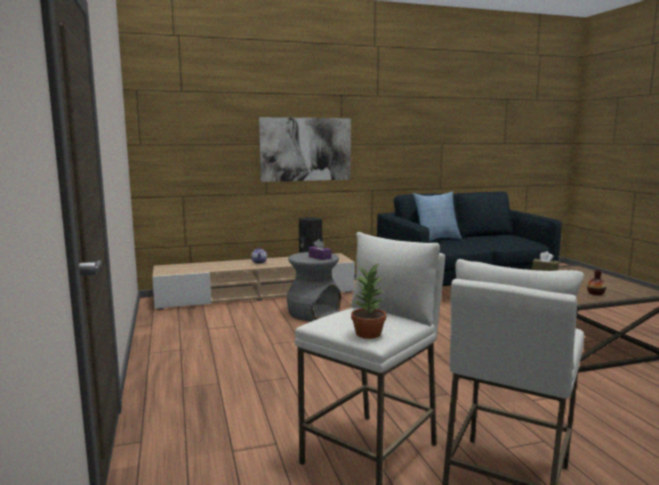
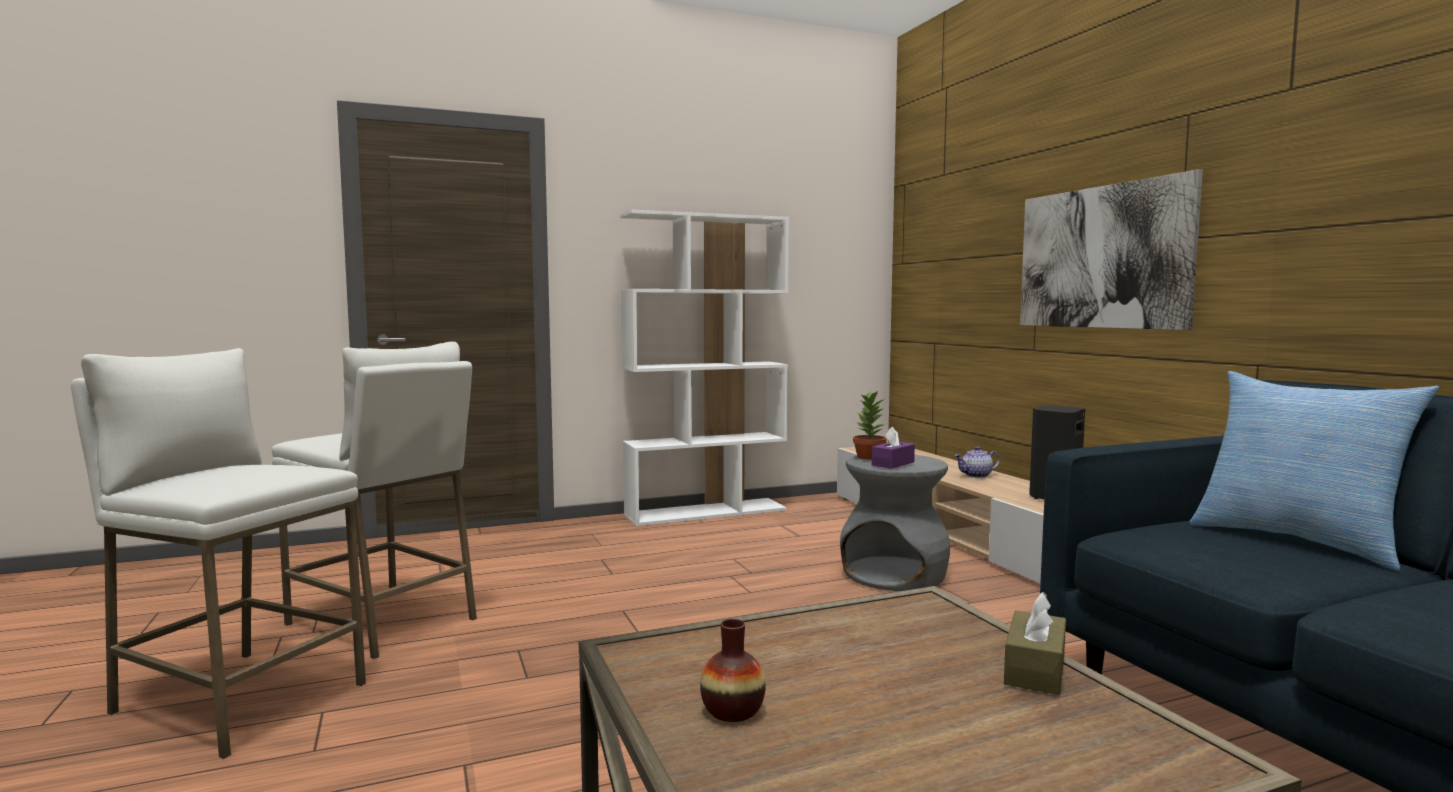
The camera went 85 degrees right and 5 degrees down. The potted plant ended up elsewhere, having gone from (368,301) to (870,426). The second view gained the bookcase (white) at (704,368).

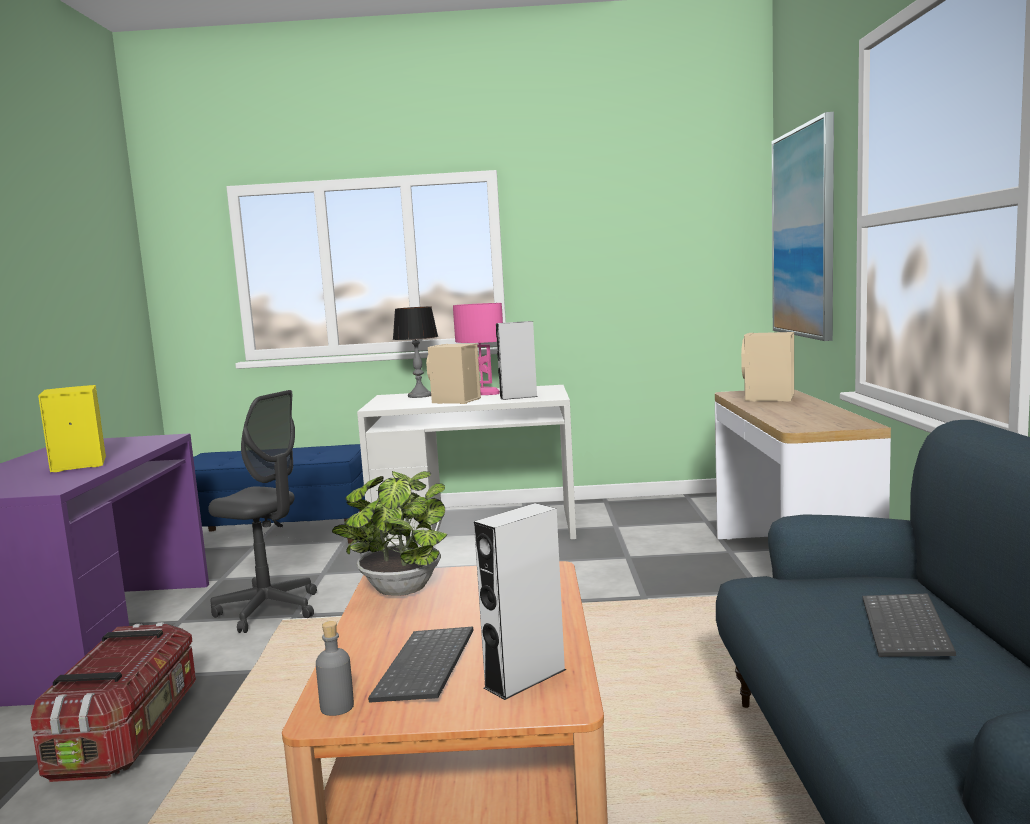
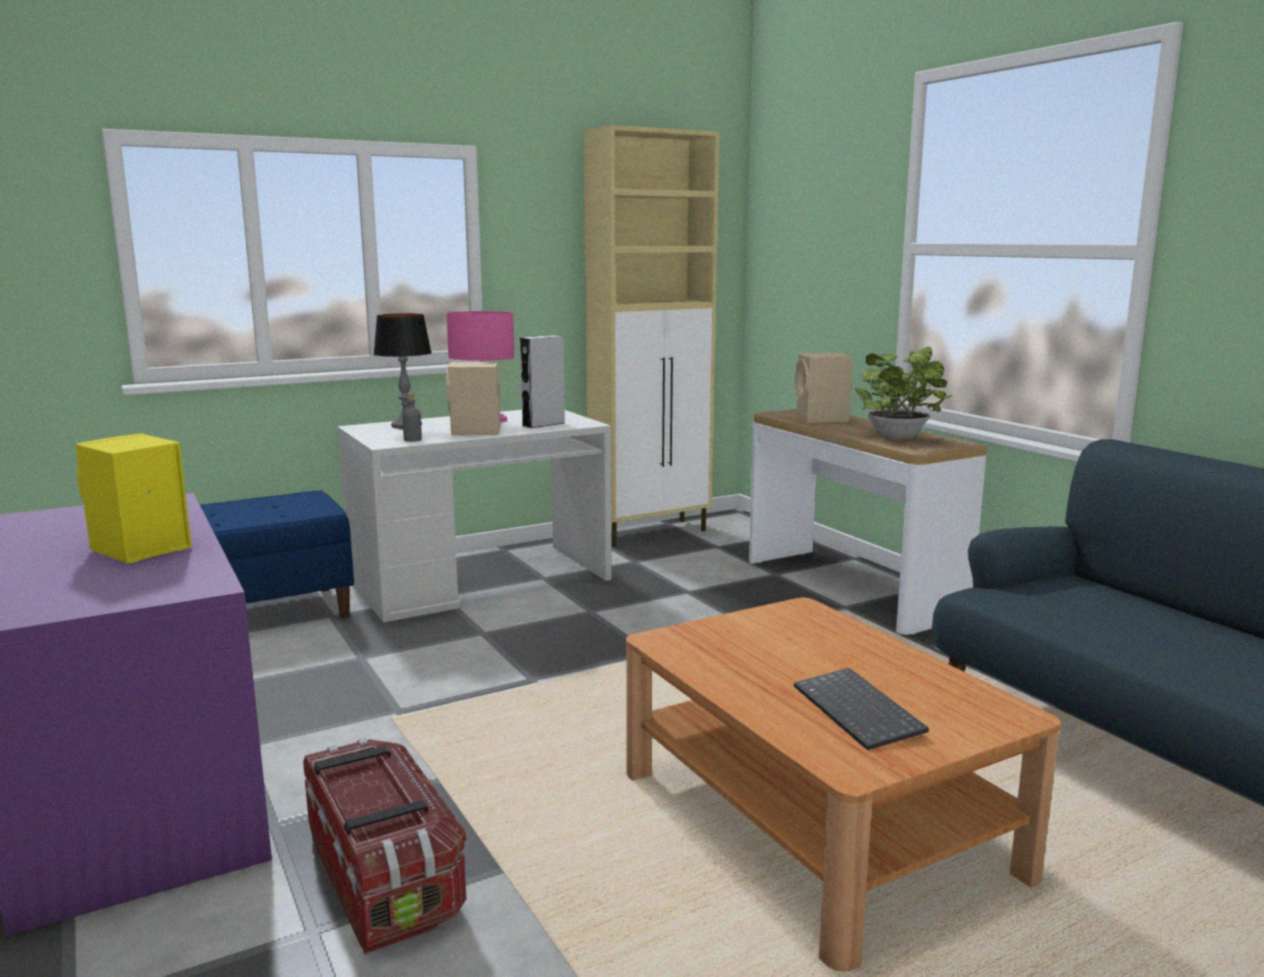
The camera went 30 degrees left and 5 degrees up. The second view lost the office chair (grey) at (262,511). The bottle (grey) ended up elsewhere, having gone from (335,668) to (412,417). The potted plant ended up elsewhere, having gone from (389,533) to (904,393). The second view lost the speaker (grey) at (520,601). The second view lost the picture at (803,226). The second view lost the keyboard at (909,625). The second view gained the cabinet (beige) at (651,336).

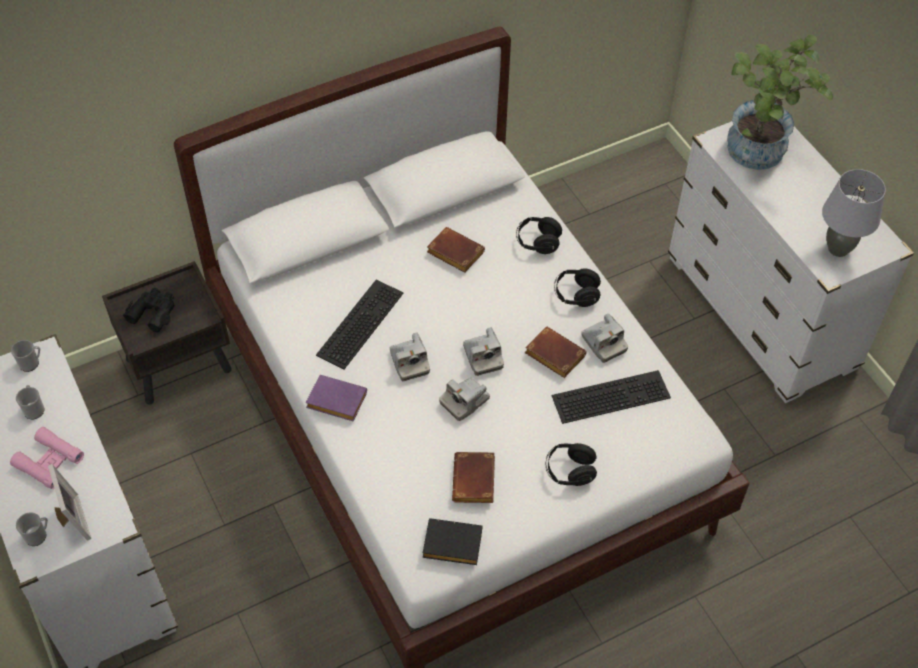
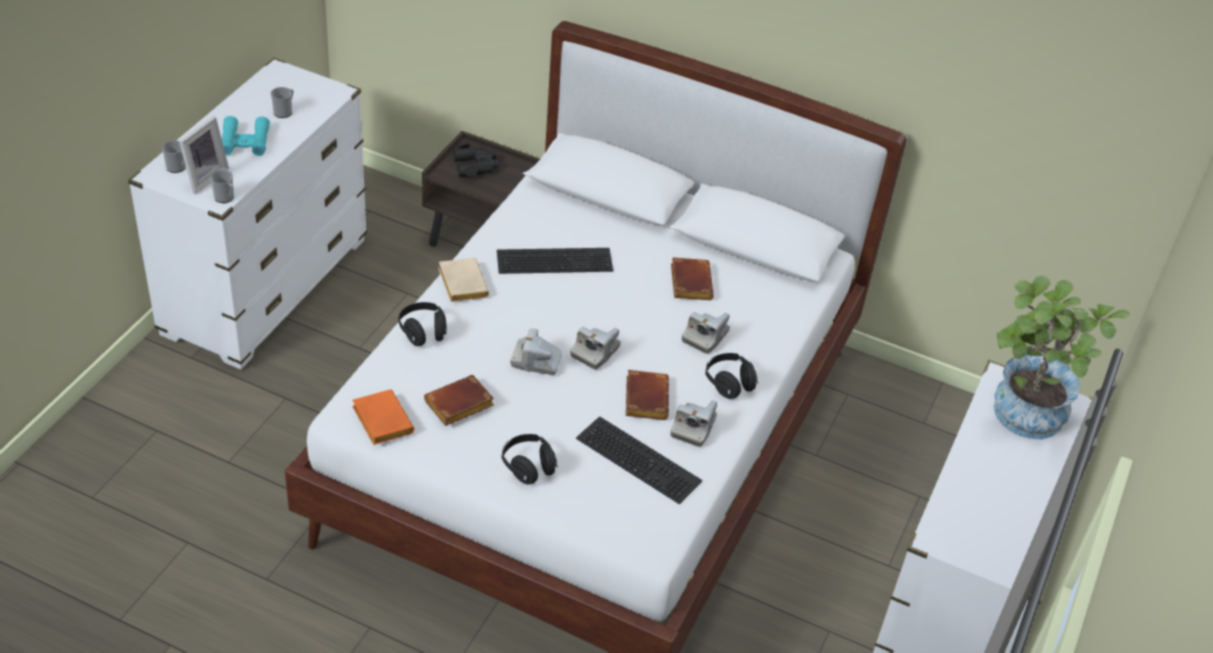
The camera went 50 degrees right and 10 degrees down. What was the binoculars (pink) at (47,458) turned into the binoculars (turquoise) at (246,136). The mug ended up elsewhere, having gone from (25,356) to (222,186). What was the book (purple) at (336,398) turned into the book (beige) at (464,280). The photo camera ended up elsewhere, having gone from (410,356) to (706,333). What was the book (black) at (453,541) turned into the book (orange) at (383,417). The headphones (black) ended up elsewhere, having gone from (539,235) to (422,324). The second view lost the table lamp (grey) at (854,213).

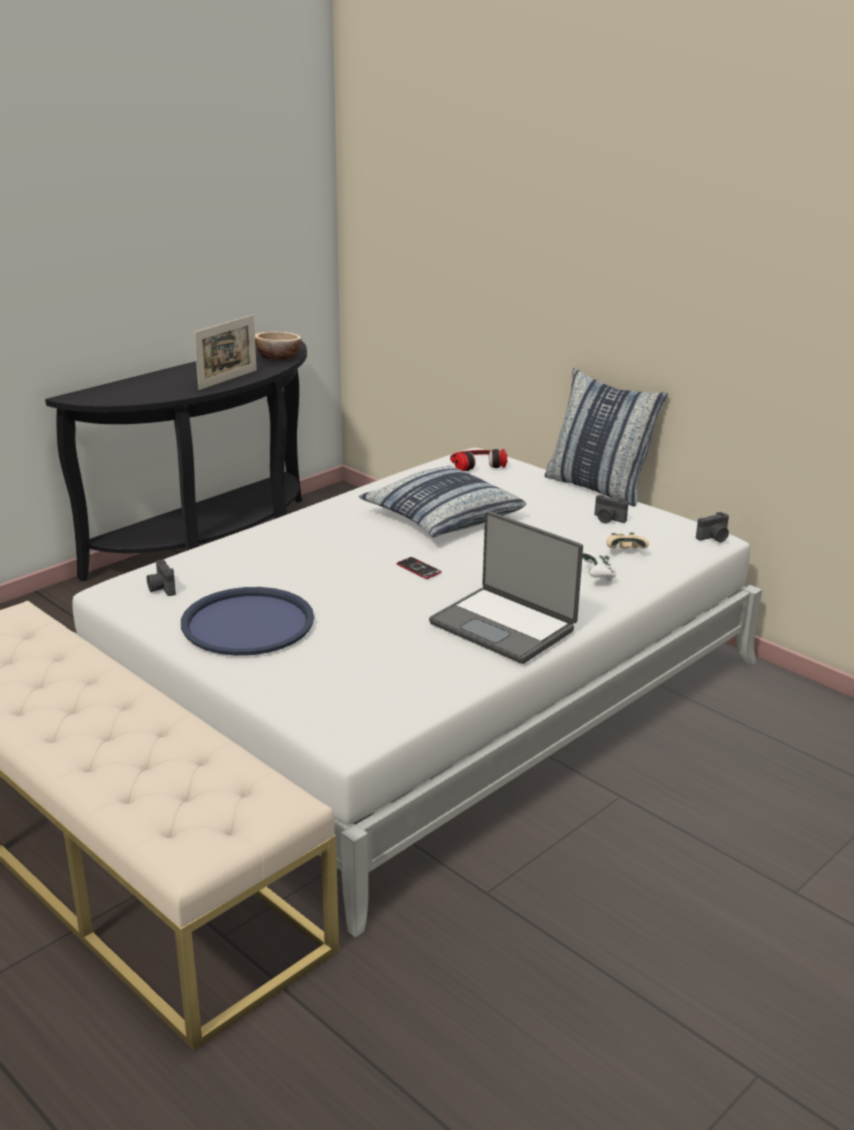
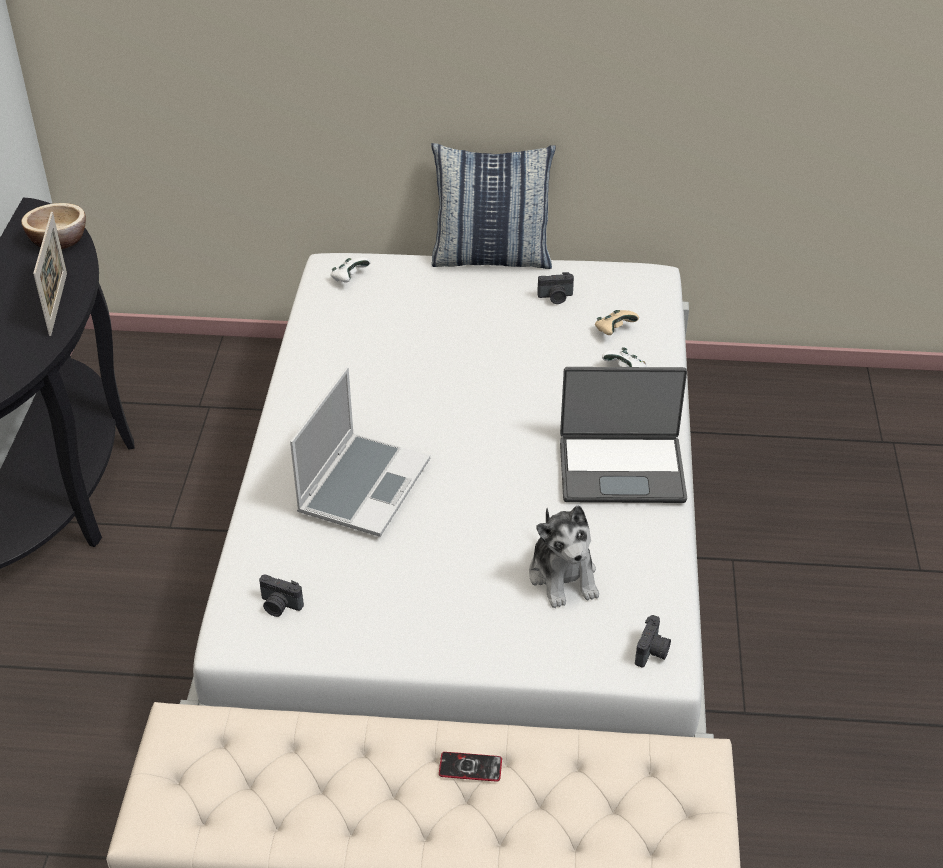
The camera went 40 degrees left and 15 degrees up. The second view lost the tray (blue) at (247,621). The second view lost the pillow at (442,501). The phone ended up elsewhere, having gone from (419,568) to (470,767). Where the headphones stood at (478,460), the game controller (white) came to stand at (350,270). The photo camera ended up elsewhere, having gone from (712,527) to (653,641). The second view gained the laptop at (360,452). The second view gained the plush toy at (564,556).

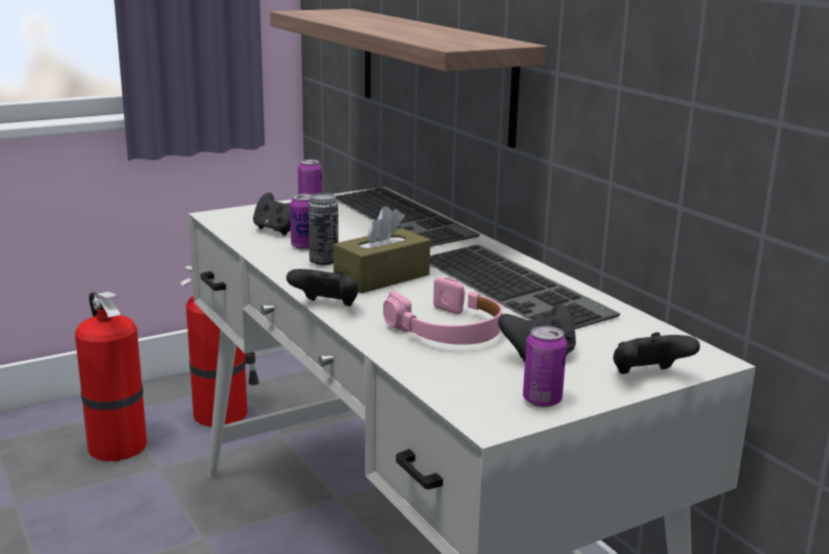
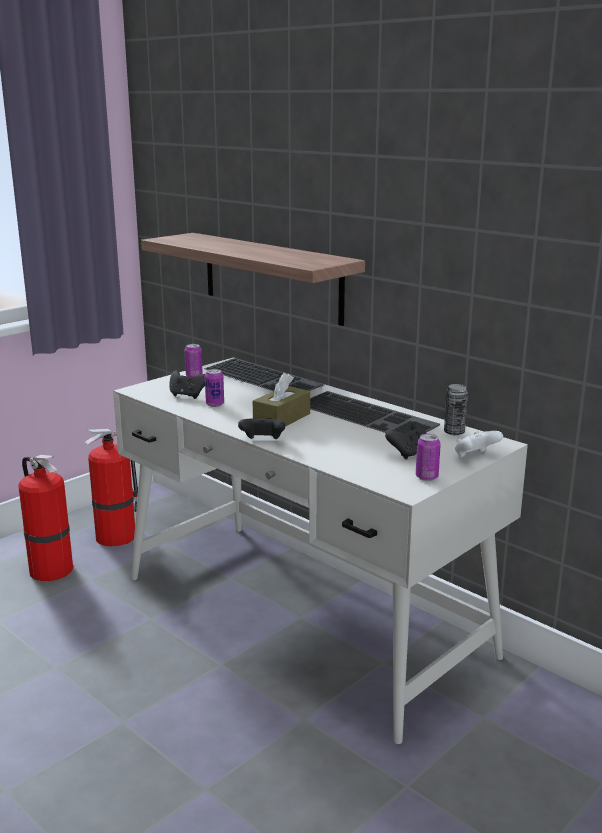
The camera went 15 degrees left and 0 degrees up. The can ended up elsewhere, having gone from (323,229) to (456,409). The second view lost the headphones (pink) at (443,311). What was the game controller (black) at (656,353) turned into the game controller (white) at (479,444).

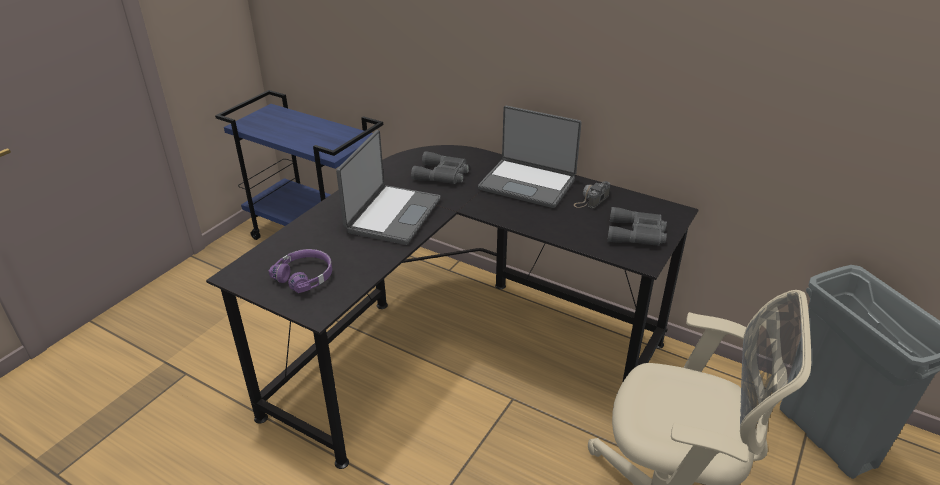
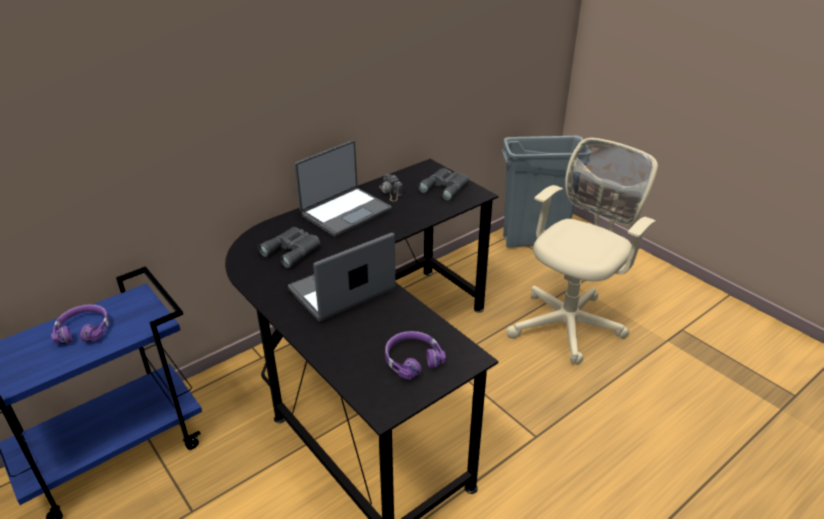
The camera went 70 degrees left and 0 degrees up. The laptop at (388,187) ended up facing another way, 75 degrees counterclockwise from before. The second view gained the headphones (purple) at (80,324).

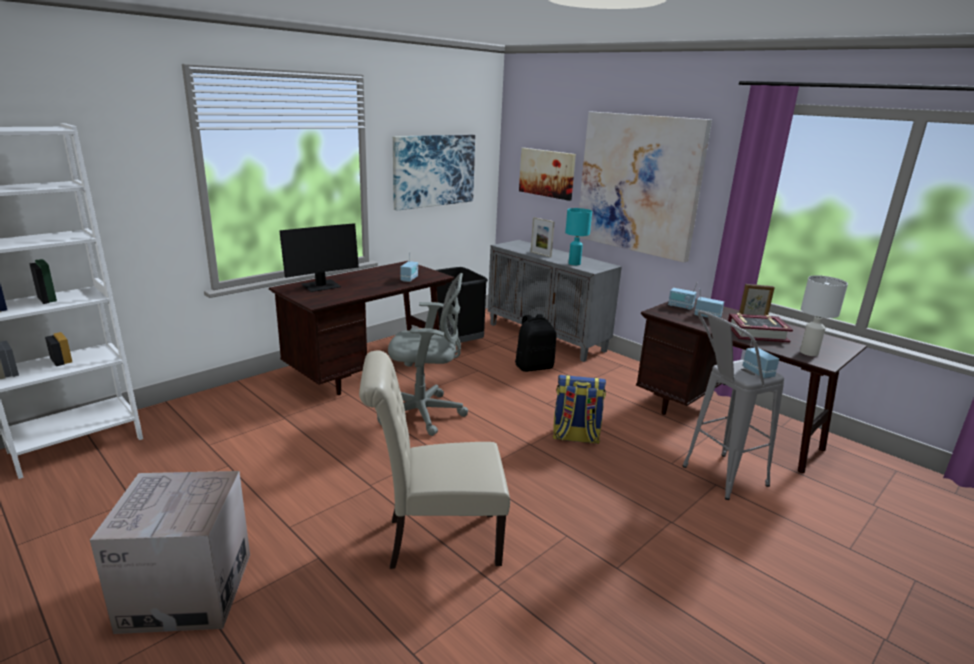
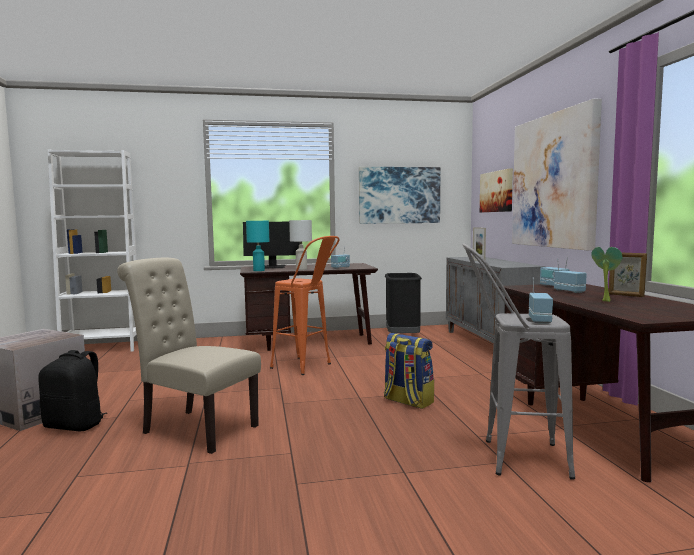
The camera went 35 degrees right and 15 degrees down. Where the office chair (grey) stood at (422,354), the stool (orange) came to stand at (305,305). The backpack (black) ended up elsewhere, having gone from (536,343) to (73,390). The table lamp (turquoise) ended up elsewhere, having gone from (578,236) to (257,246). Where the book stood at (760,327), the potted plant came to stand at (607,274). The table lamp (white) ended up elsewhere, having gone from (824,315) to (300,245).

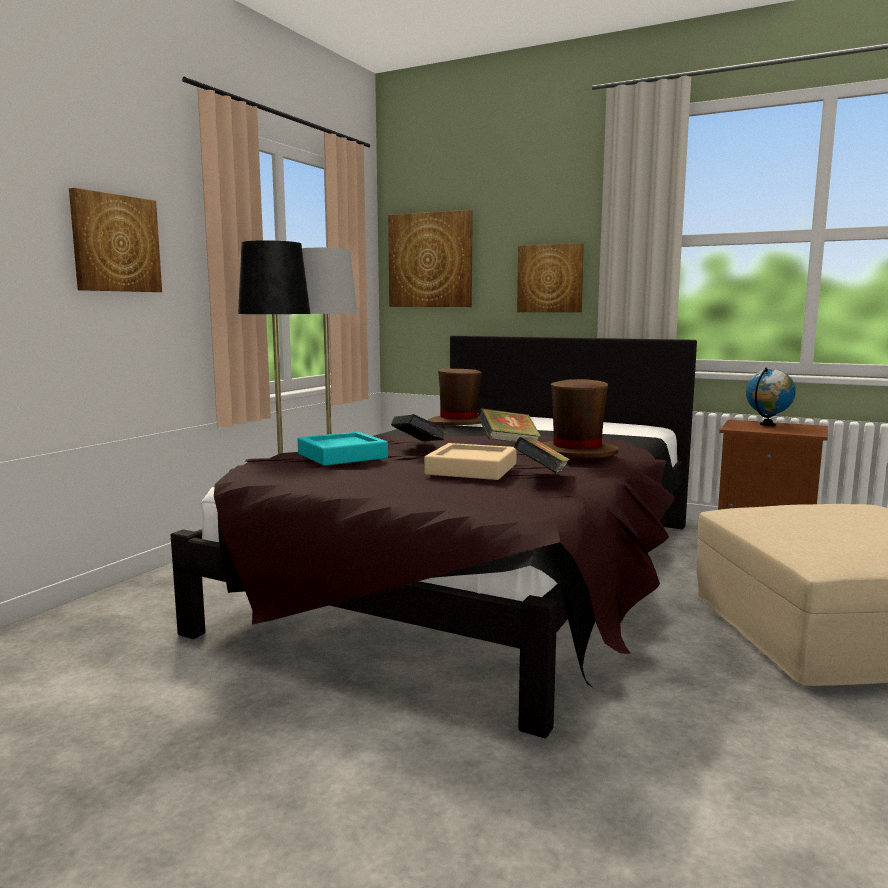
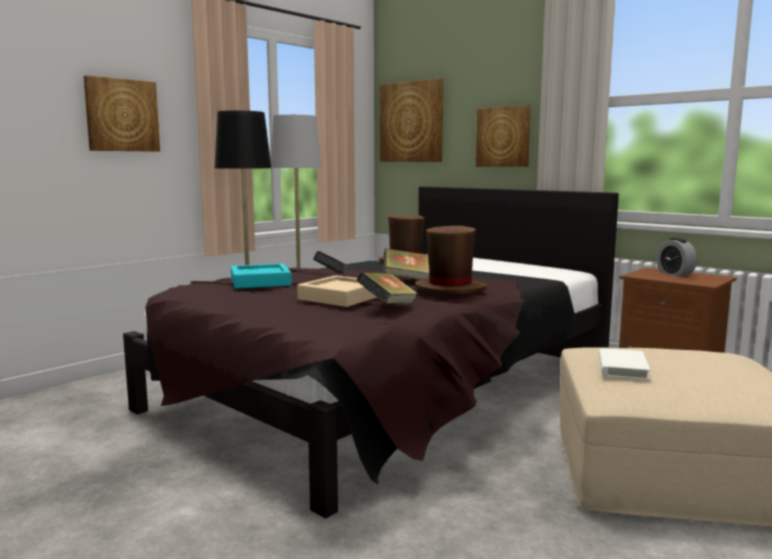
The camera went 15 degrees right and 0 degrees up. Where the globe stood at (771,396), the alarm clock came to stand at (676,257). The second view gained the book (white) at (624,364).

